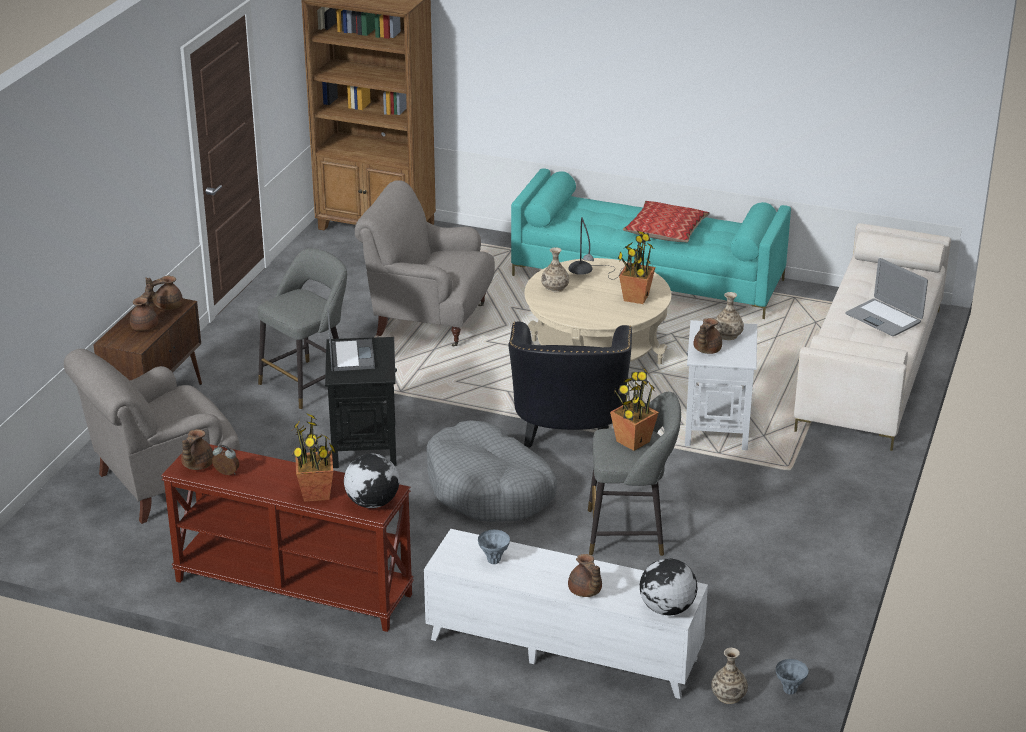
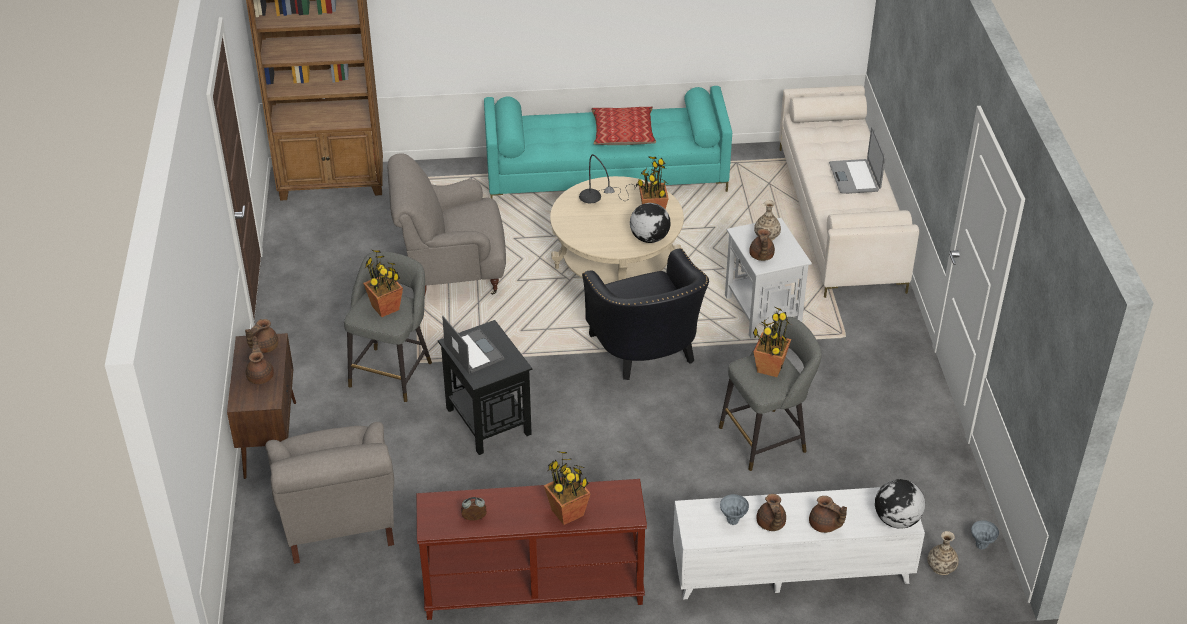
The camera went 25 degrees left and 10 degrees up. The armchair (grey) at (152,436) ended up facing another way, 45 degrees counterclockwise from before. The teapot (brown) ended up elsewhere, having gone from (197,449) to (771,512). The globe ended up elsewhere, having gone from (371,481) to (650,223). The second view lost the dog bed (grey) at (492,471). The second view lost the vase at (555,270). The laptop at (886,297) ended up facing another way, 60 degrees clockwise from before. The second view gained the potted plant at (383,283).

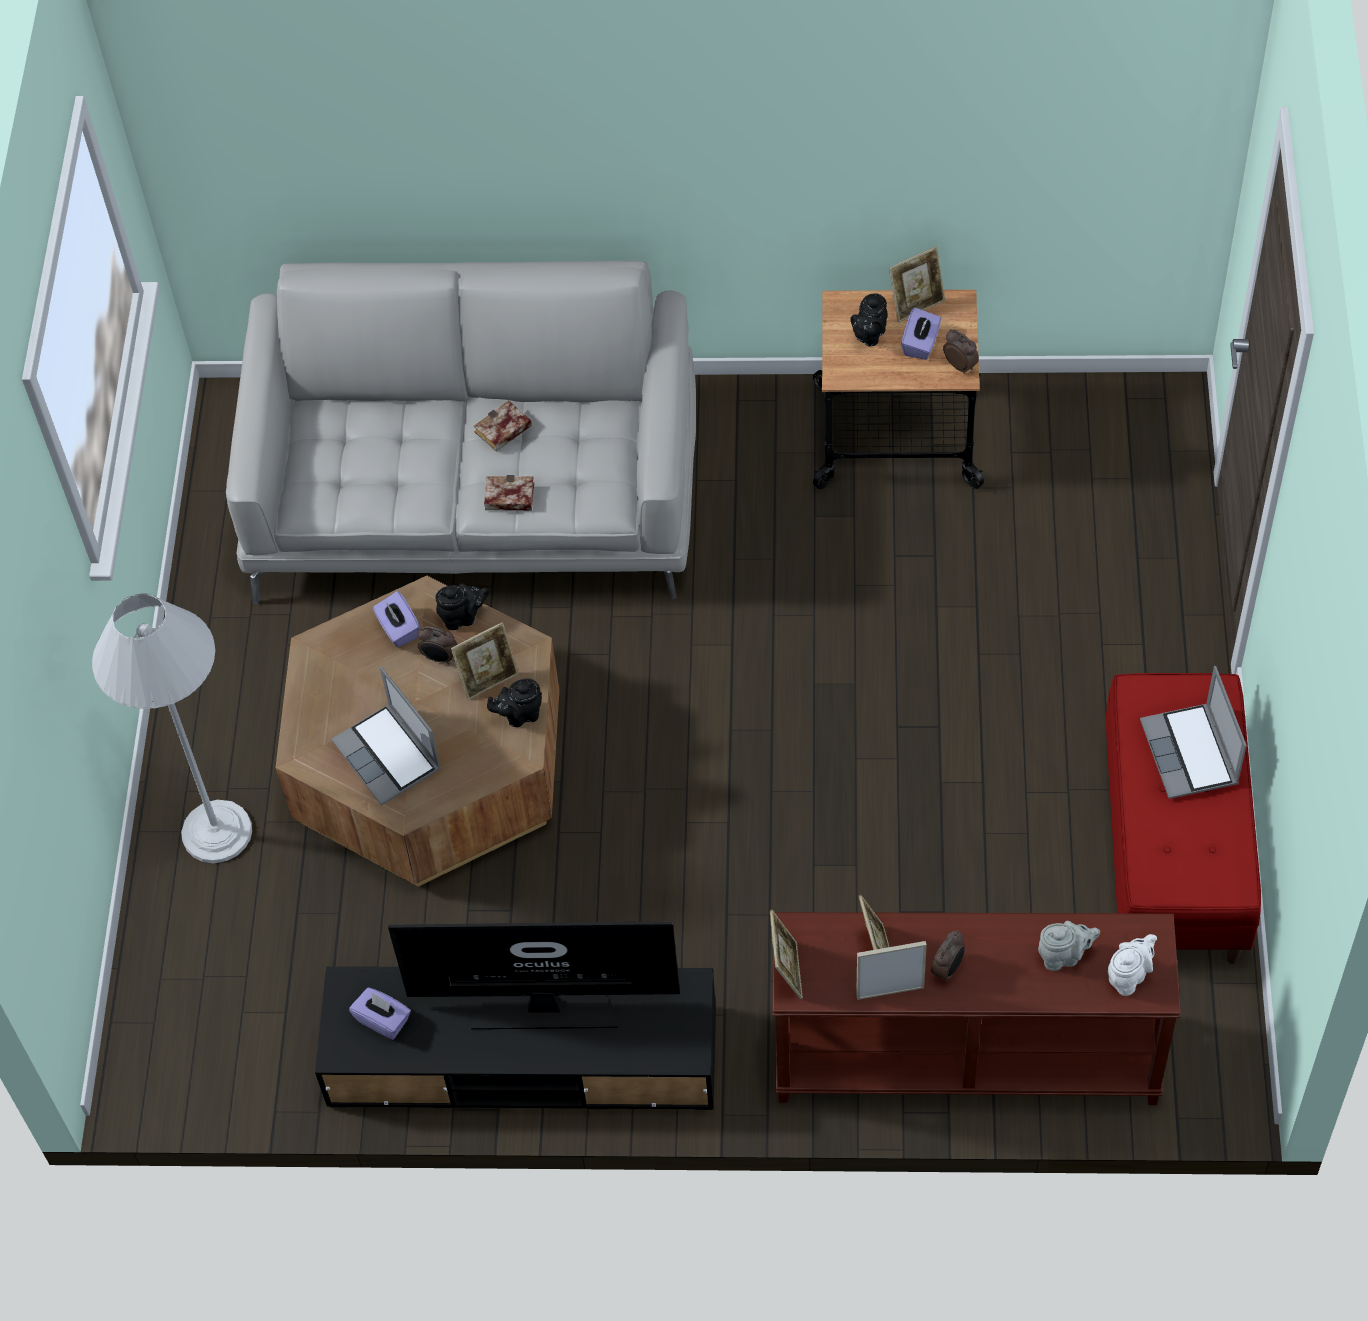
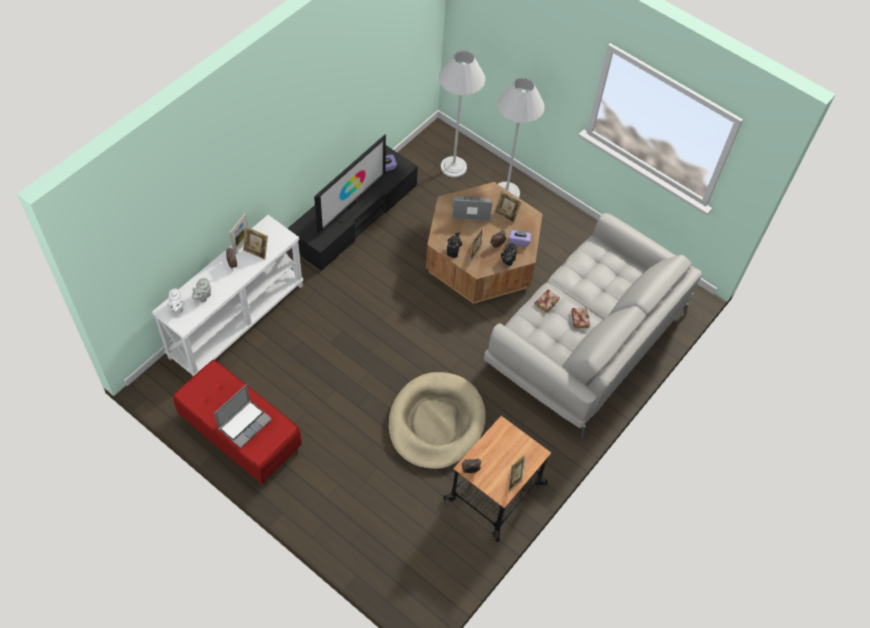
The camera went 120 degrees right and 0 degrees up. The picture frame ended up elsewhere, having gone from (786,954) to (508,207). What was the console table (brown) at (976,1008) turned into the console table (white) at (227,295). The second view lost the teapot (black) at (869,320). The second view lost the tissue box (purple) at (921,333). The laptop at (1193,732) ended up facing another way, 105 degrees clockwise from before. The second view gained the dog bed (beige) at (437,421). The second view gained the floor lamp (white) at (462,114).

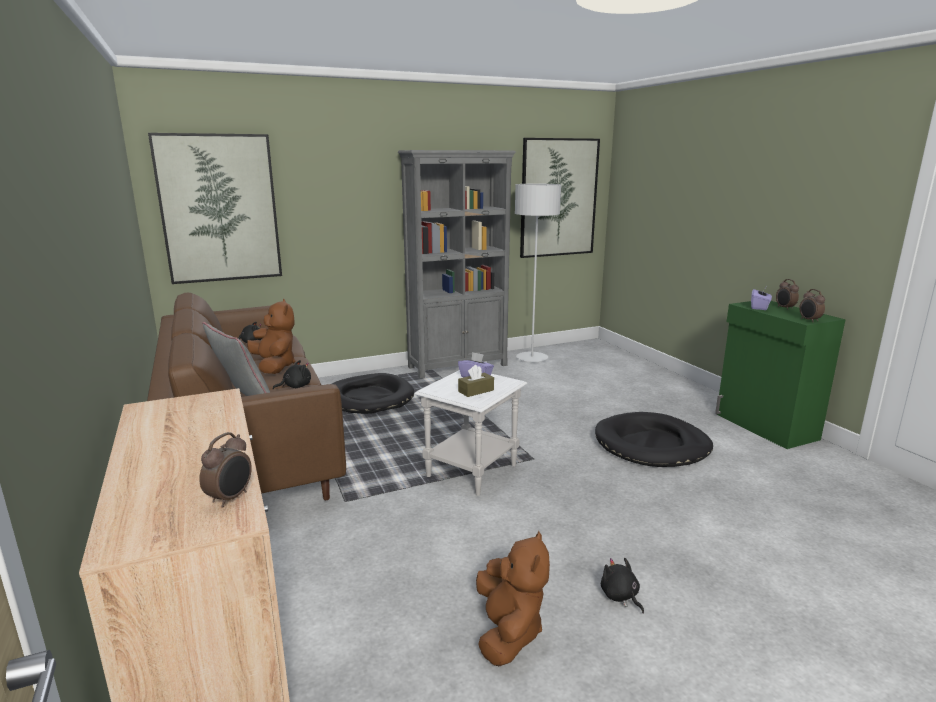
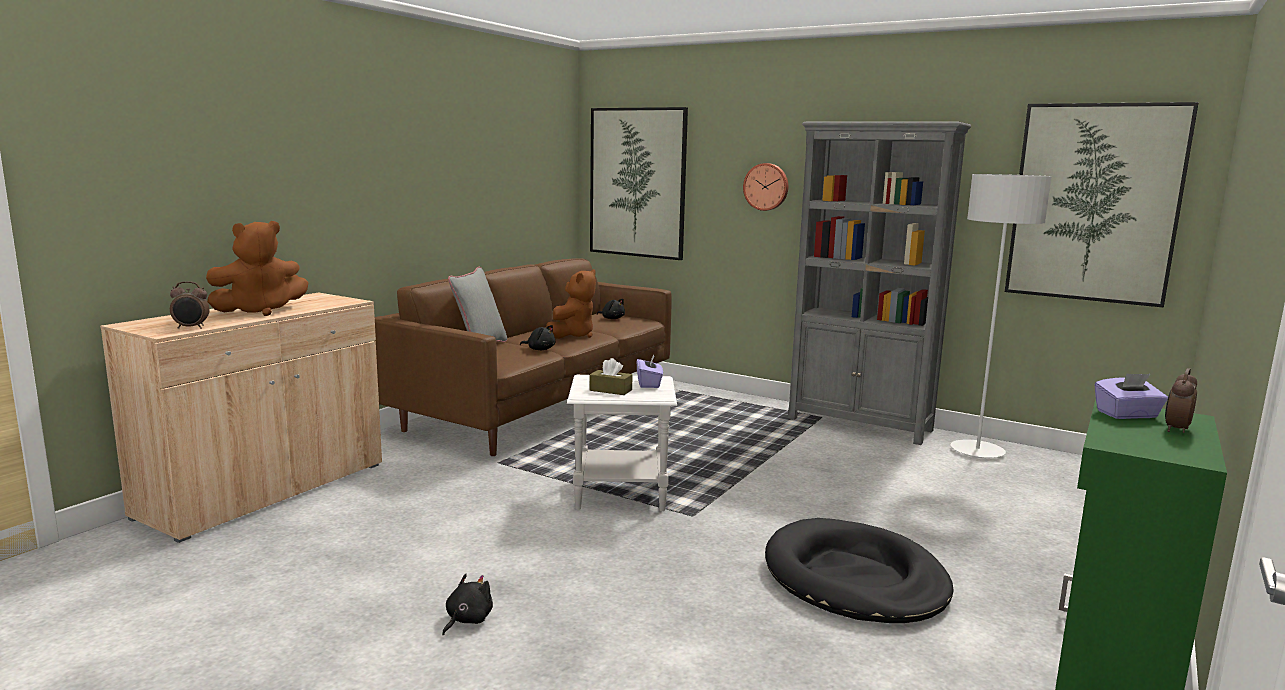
The camera went 55 degrees right and 5 degrees down. The second view lost the dog bed (black) at (373,393). The plush toy (brown) ended up elsewhere, having gone from (513,599) to (257,268). The second view lost the alarm clock at (812,305). The second view gained the wall clock at (765,187).

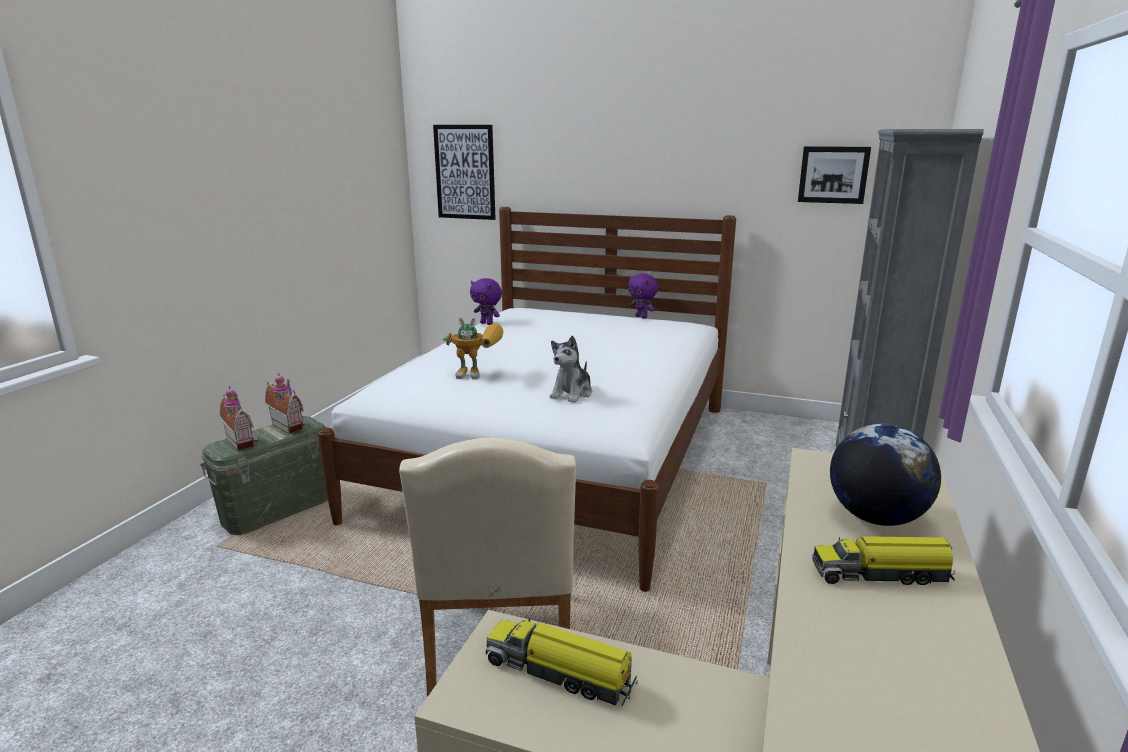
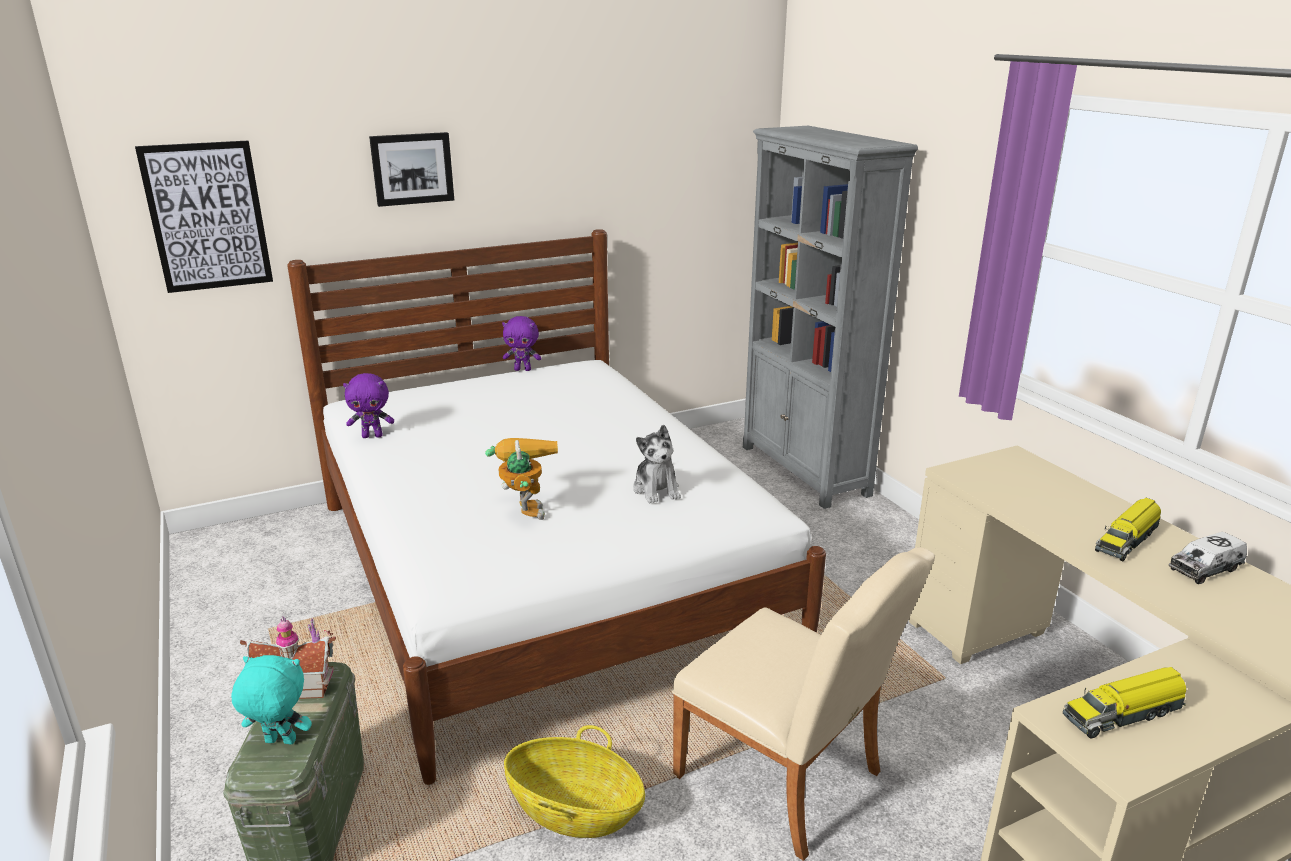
The camera went 45 degrees left and 5 degrees up. Where the toy house stood at (239,418), the plush toy (turquoise) came to stand at (271,699). The toy robot at (473,348) ended up facing another way, 60 degrees counterclockwise from before. The picture ended up elsewhere, having gone from (834,175) to (411,169). The second view lost the globe at (885,475). The second view gained the basket at (574,781). The second view gained the toy truck at (1208,558).

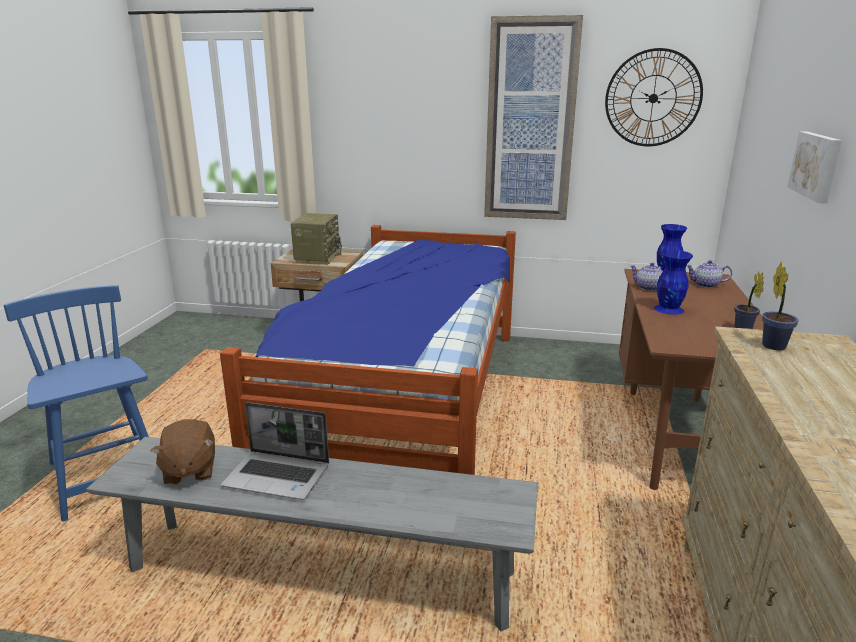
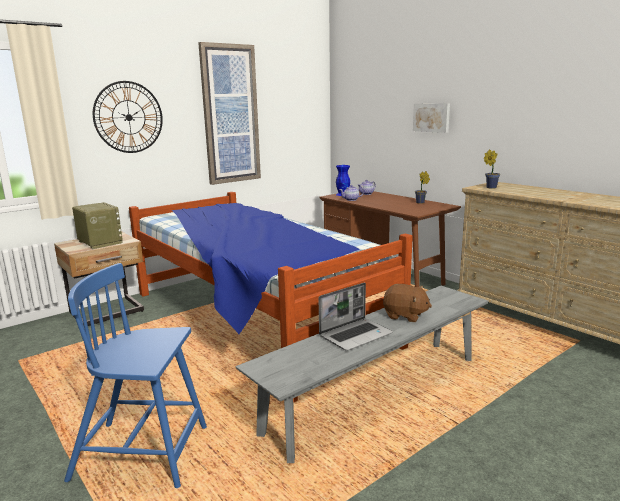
The camera went 50 degrees left and 5 degrees down. The plush toy (brown) ended up elsewhere, having gone from (182,452) to (407,303). The wall clock ended up elsewhere, having gone from (654,97) to (128,117). The second view lost the vase (blue) at (673,282).

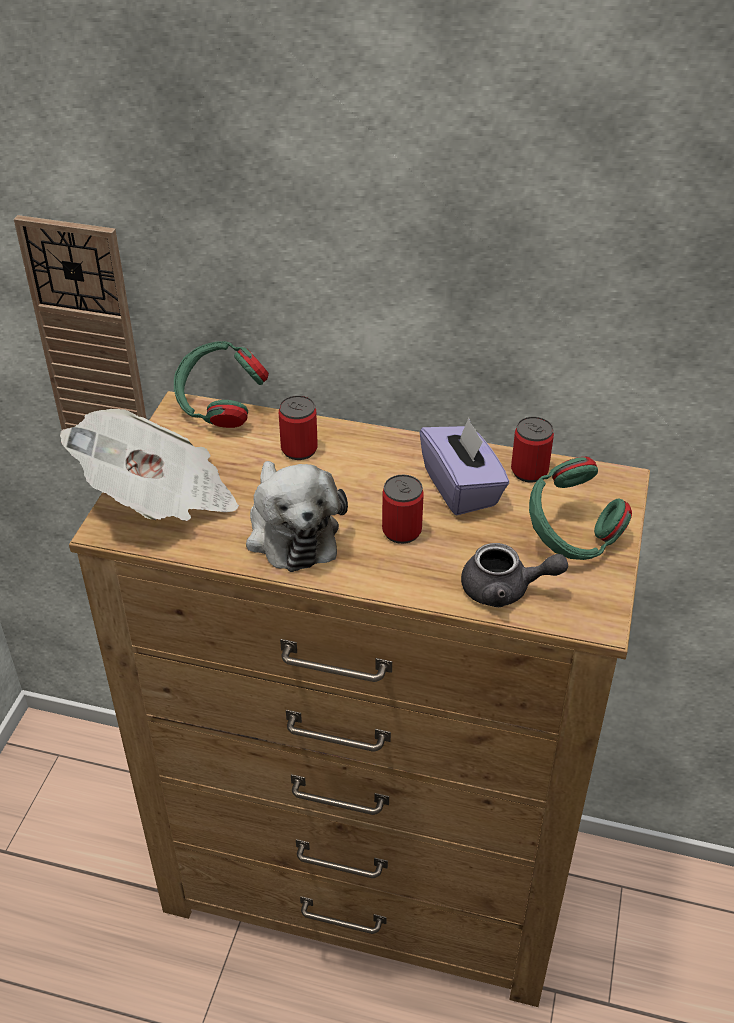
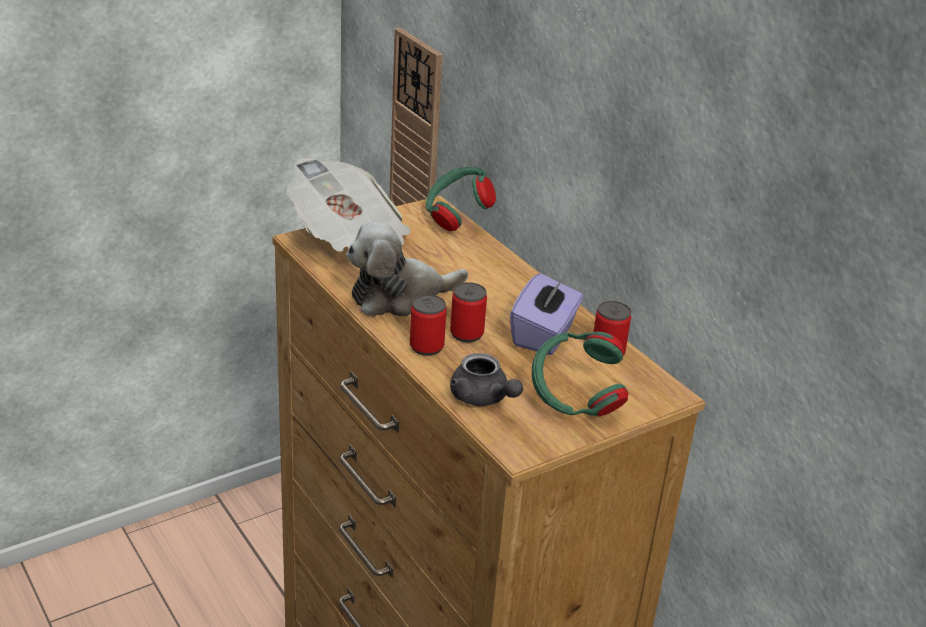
The camera went 40 degrees right and 10 degrees down. The plush toy at (297,516) ended up facing another way, 45 degrees clockwise from before. The can ended up elsewhere, having gone from (298,427) to (428,325).

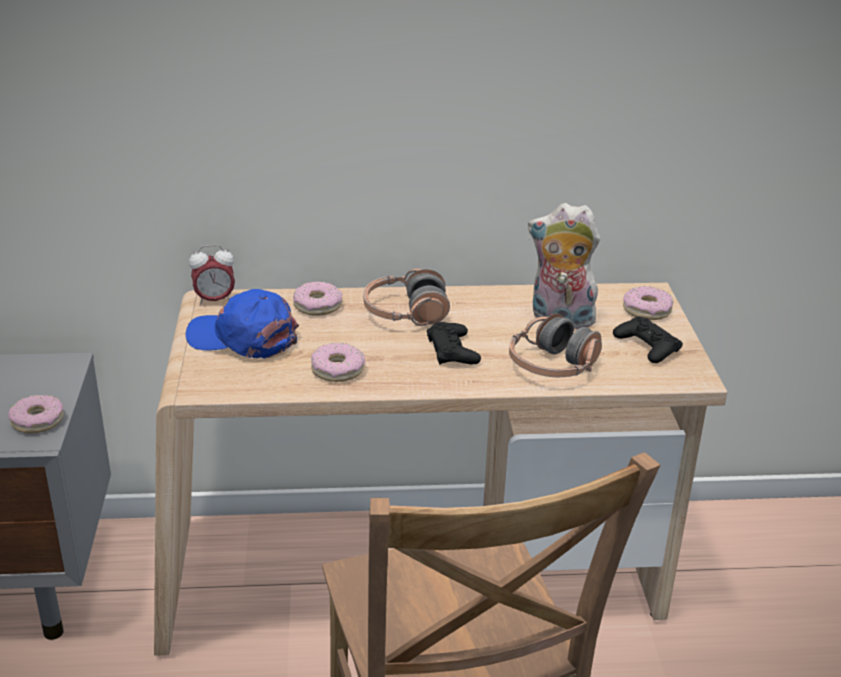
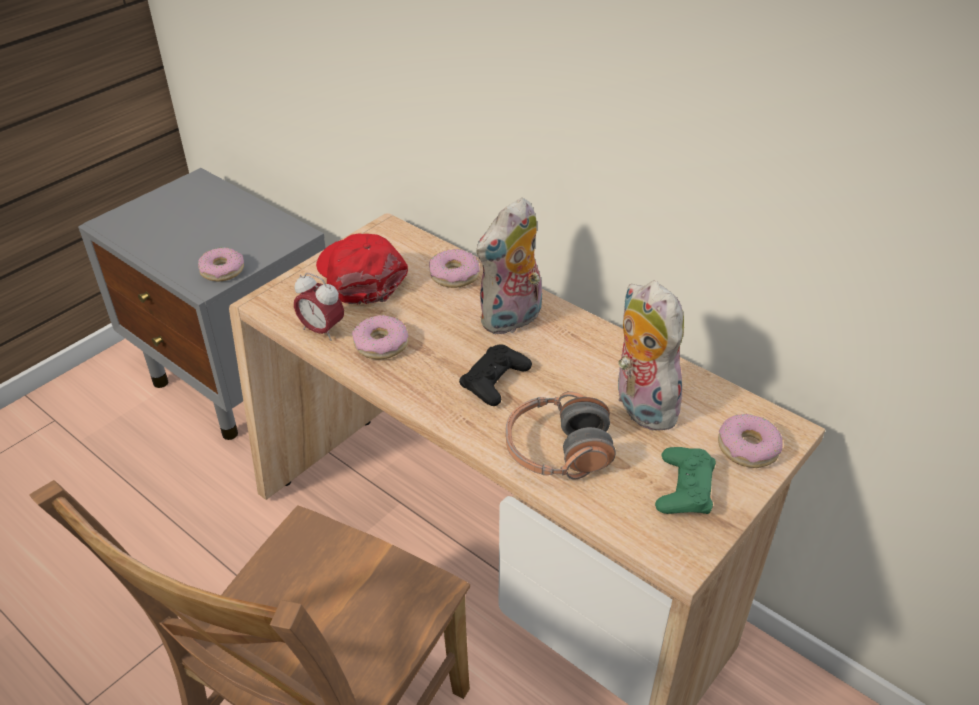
The camera went 45 degrees right and 10 degrees up. What was the cap (blue) at (242,324) turned into the cap (red) at (362,269). The alarm clock ended up elsewhere, having gone from (212,275) to (319,307). Where the headphones stood at (407,297), the plush toy came to stand at (509,266). What was the game controller (black) at (648,340) turned into the game controller (green) at (685,480).

